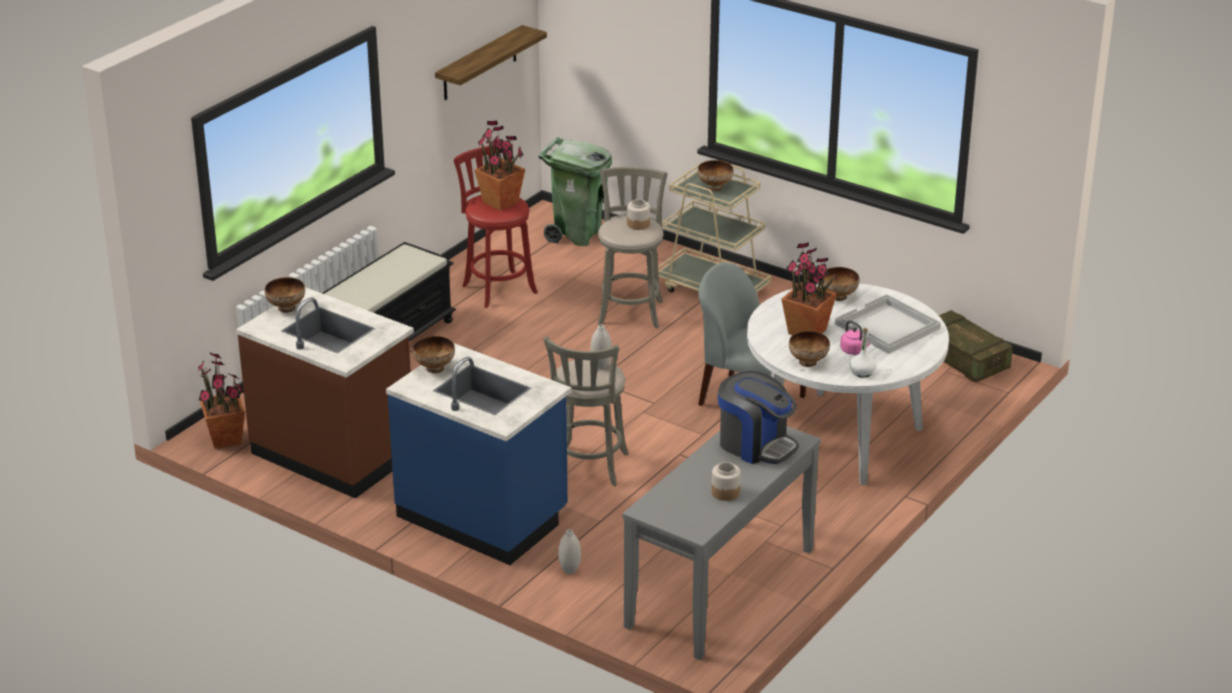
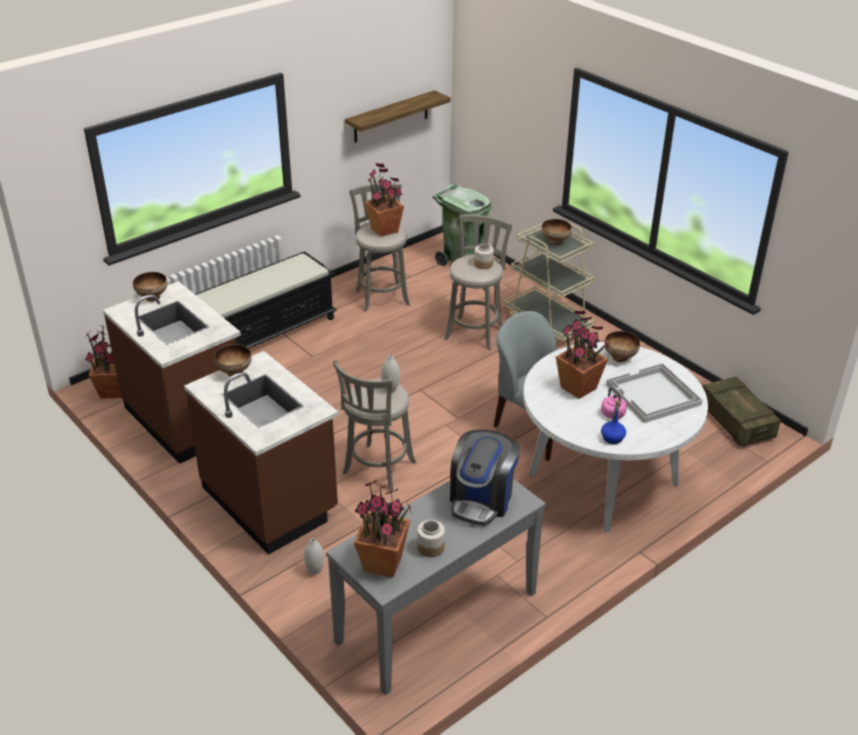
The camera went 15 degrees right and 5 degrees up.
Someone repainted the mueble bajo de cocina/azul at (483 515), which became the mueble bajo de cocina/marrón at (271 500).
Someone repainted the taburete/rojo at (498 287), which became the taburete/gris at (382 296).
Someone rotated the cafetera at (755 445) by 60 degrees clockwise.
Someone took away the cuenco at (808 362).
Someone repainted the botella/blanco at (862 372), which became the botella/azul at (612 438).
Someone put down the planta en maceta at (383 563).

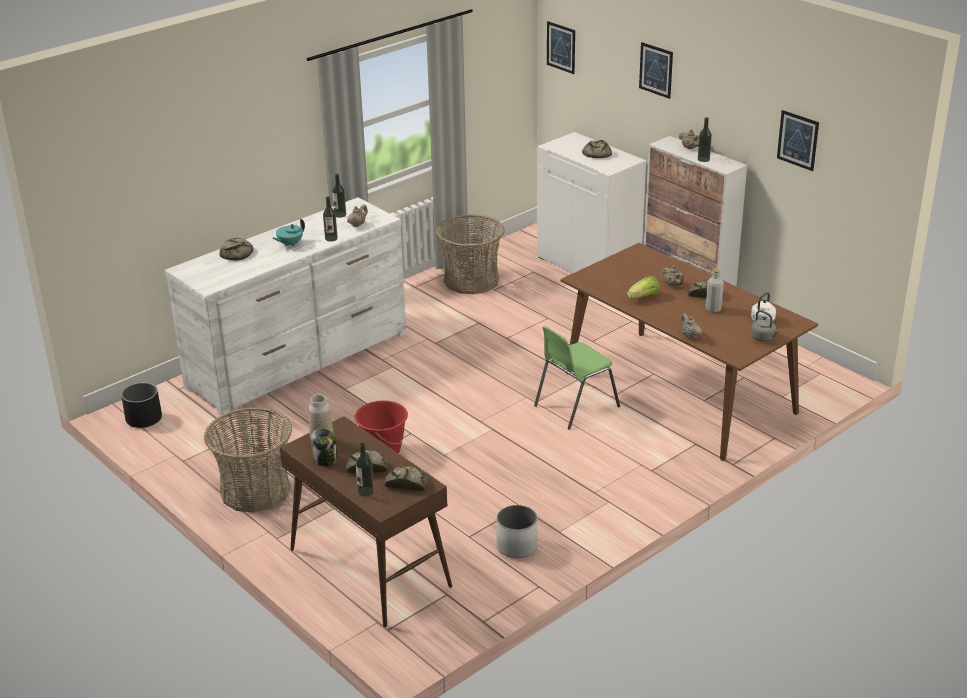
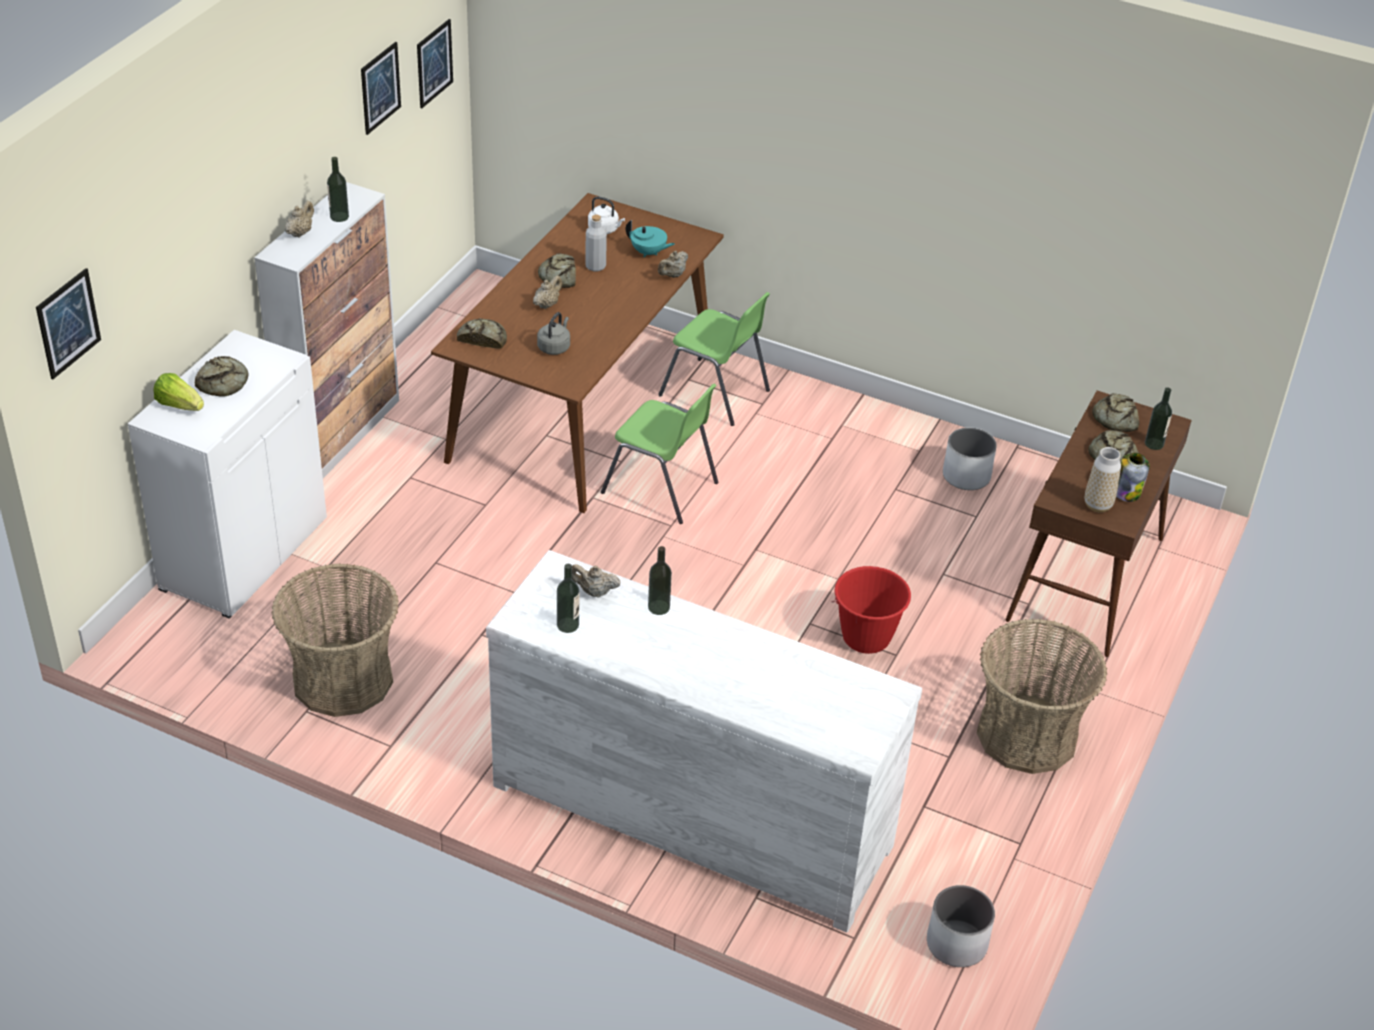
The camera went 115 degrees left and 10 degrees up.
Someone repainted the maceta/negro at (143 419), which became the maceta/blanco at (957 944).
Someone carried the pan from (238 253) to (482 338).
Someone carried the tetera/turquesa from (290 244) to (648 253).
Someone carried the lechuga from (644 297) to (179 405).
Someone carried the cuadro from (656 70) to (434 63).
Someone carried the hervidor/gris from (764 338) to (554 347).
Someone put down the silla/verde at (716 393).

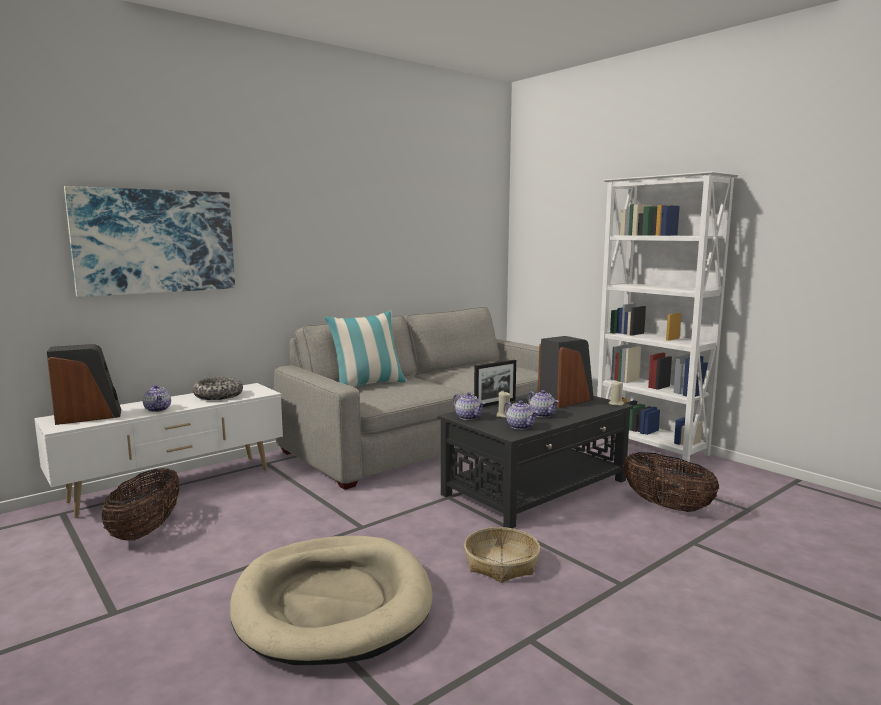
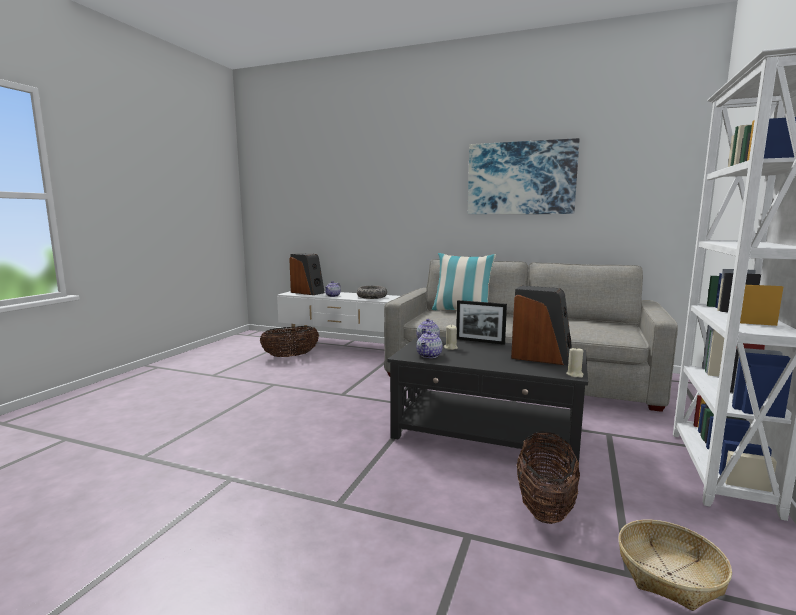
The camera went 60 degrees right and 0 degrees up.
Someone carried the cuadro from (155 241) to (521 178).
Someone took away the cama para perro/beis at (332 603).
Someone carried the cesta from (502 563) to (670 574).
Someone took away the tetera at (543 415).

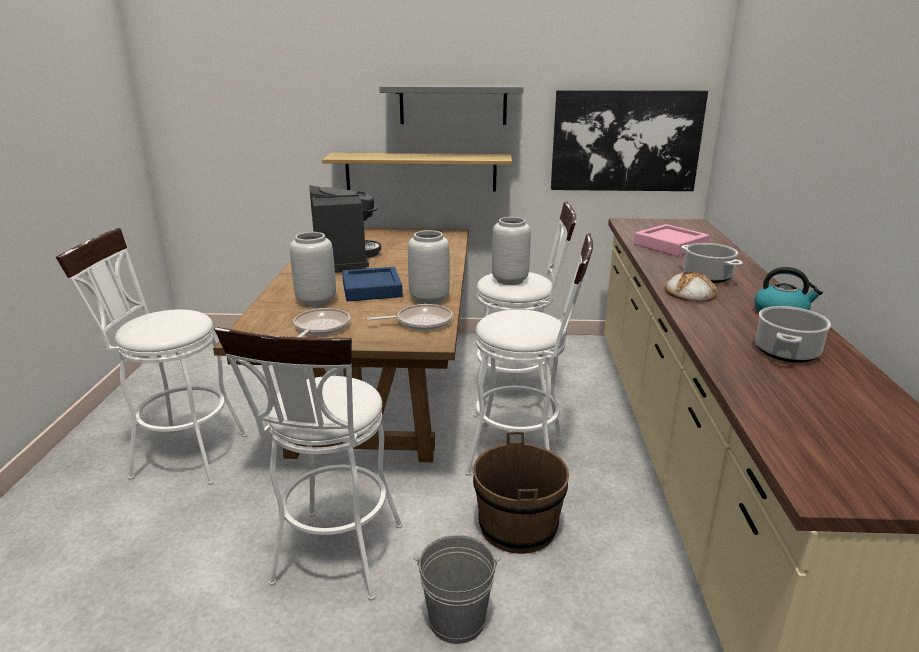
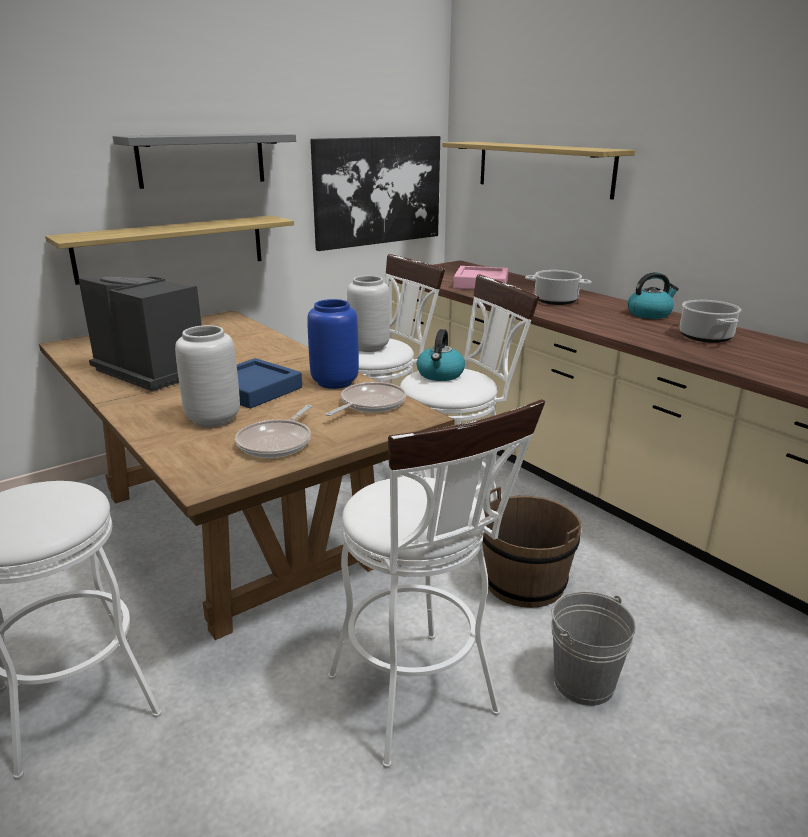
The camera went 40 degrees left and 0 degrees up.
Someone rotated the sartén at (320 328) by 135 degrees counterclockwise.
Someone repainted the florero/gris at (430 299), which became the florero/azul at (335 382).
Someone took away the pan at (689 293).
Someone put down the hervidor at (440 375).
Someone put up the estante at (543 168).

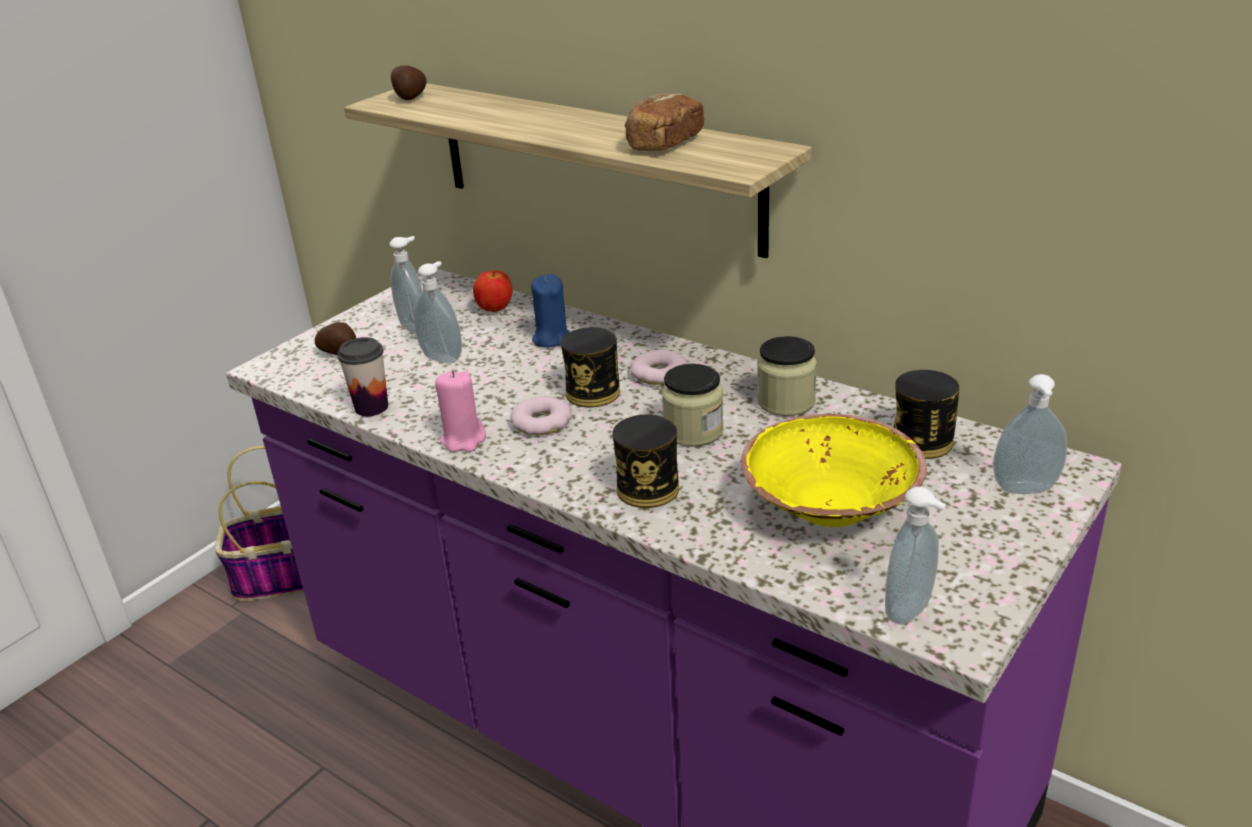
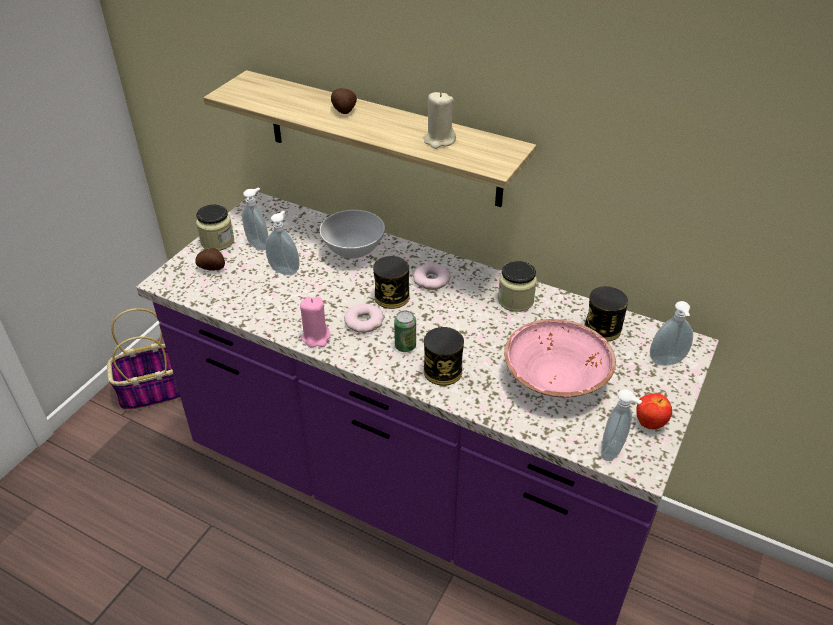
The camera went 10 degrees left and 10 degrees up.
Someone took away the taza at (371 407).
Someone carried the patata from (410 98) to (344 110).
Someone carried the manzana from (495 310) to (650 423).
Someone swapped the vela/azul at (551 338) for the cuenco/blanco at (354 252).
Someone swapped the pan at (663 143) for the vela/beis at (439 140).
Someone carried the tarro from (693 431) to (217 241).
Someone repainted the cuenco/amarillo at (831 506), which became the cuenco/rosa at (556 379).
Someone put down the lata at (405 346).

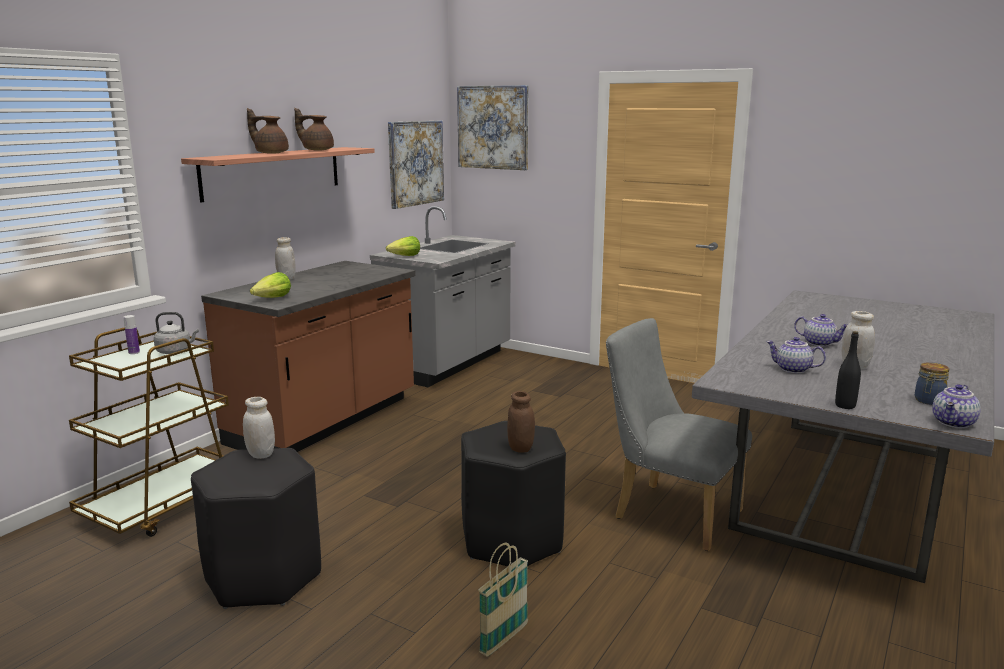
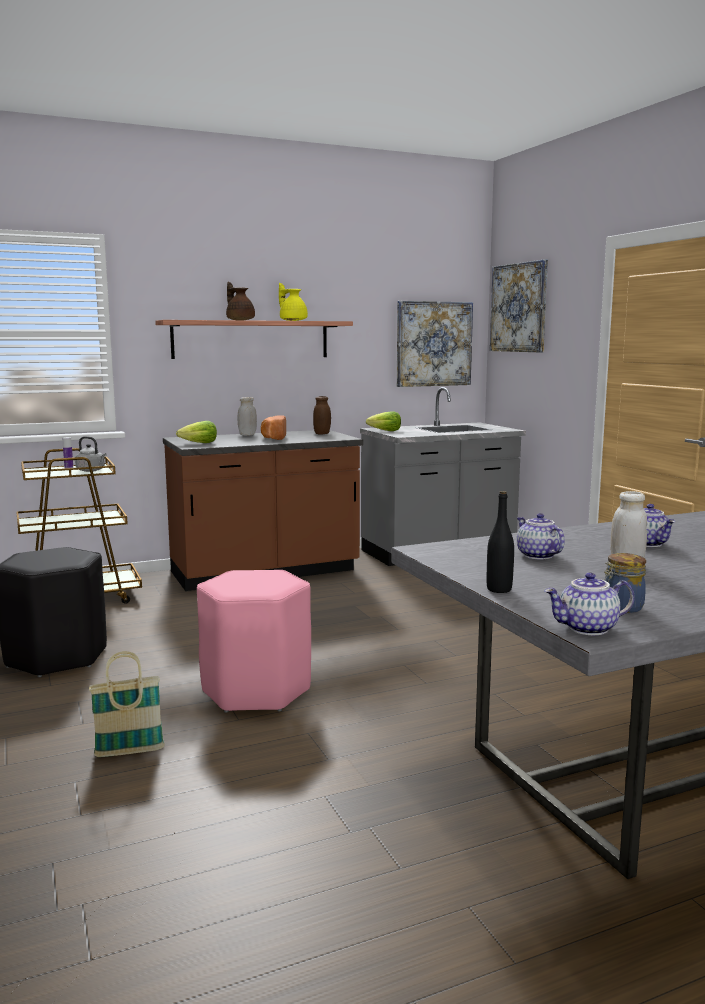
The camera went 35 degrees right and 5 degrees down.
Someone took away the tarro/blanco at (261 454).
Someone repainted the tetera/marrón at (317 150), which became the tetera/amarillo at (292 320).
Someone repainted the taburete/negro at (511 541), which became the taburete/rosa at (256 690).
Someone carried the tarro/marrón from (520 448) to (322 433).
Someone took away the silla/gris at (668 512).
Someone put down the pan at (273 438).

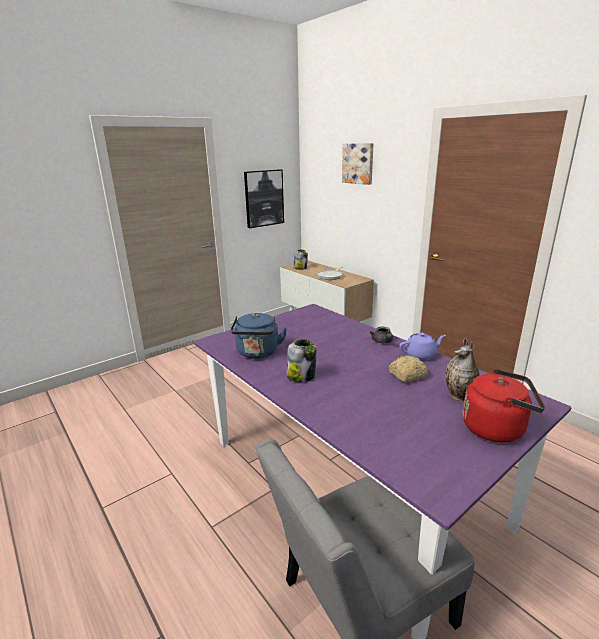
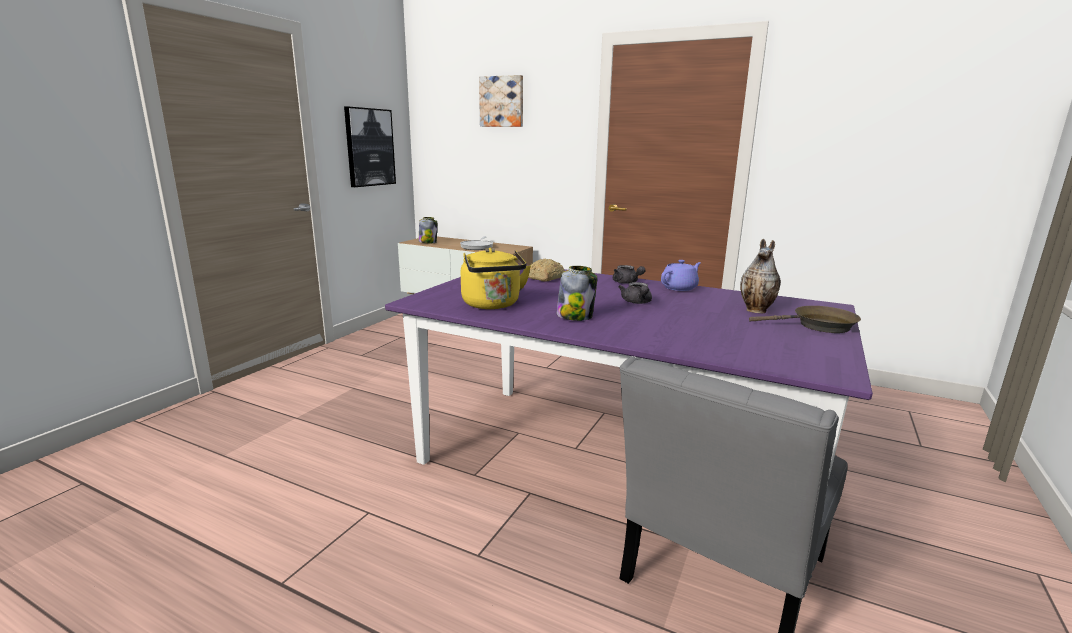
The camera went 25 degrees left and 5 degrees down.
Someone repainted the hervidor/azul at (257 353), which became the hervidor/amarillo at (492 305).
Someone carried the pan from (406 375) to (544 278).
Someone swapped the hervidor/rojo at (496 428) for the sartén/marrón at (818 326).
Someone put down the tetera/gris at (637 302).

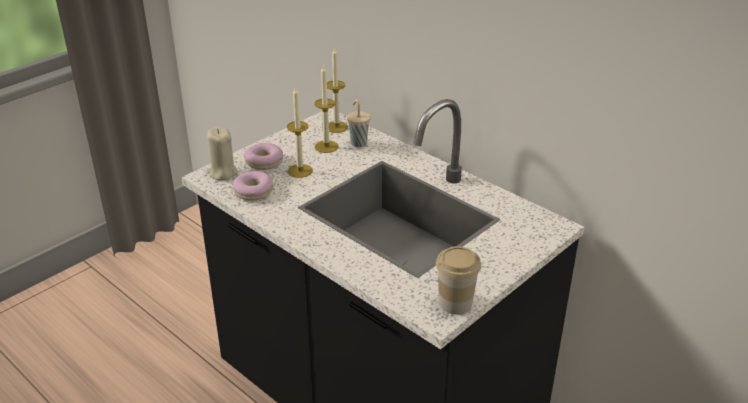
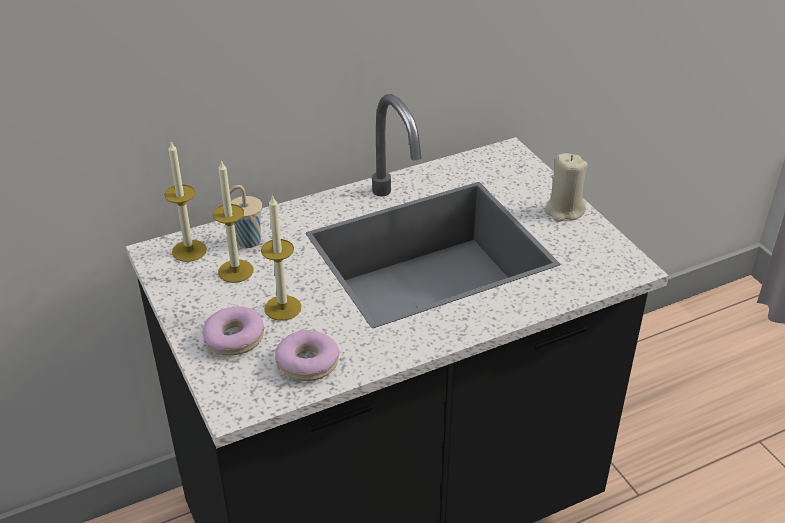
The camera went 70 degrees left and 5 degrees up.
Someone carried the vela/beis from (222 173) to (564 210).
Someone took away the taza at (455 303).

